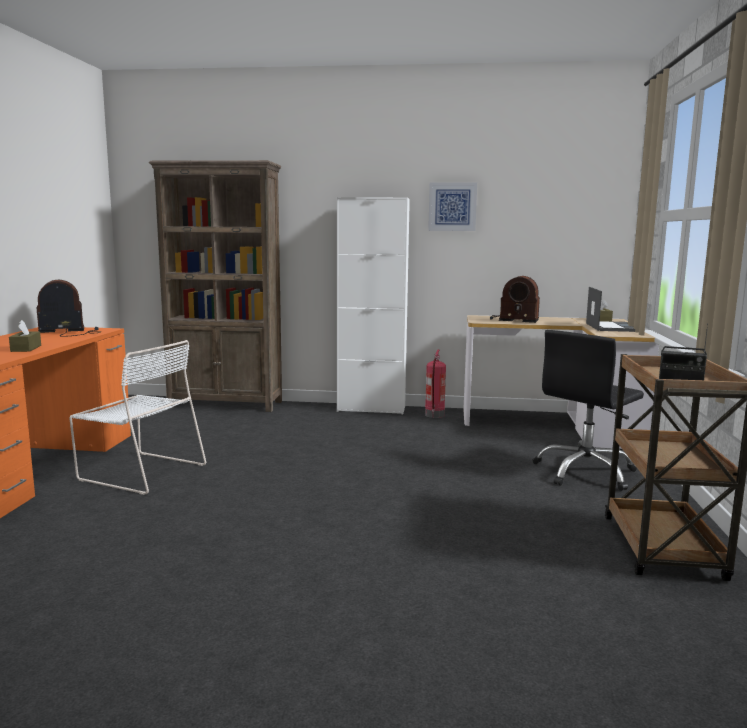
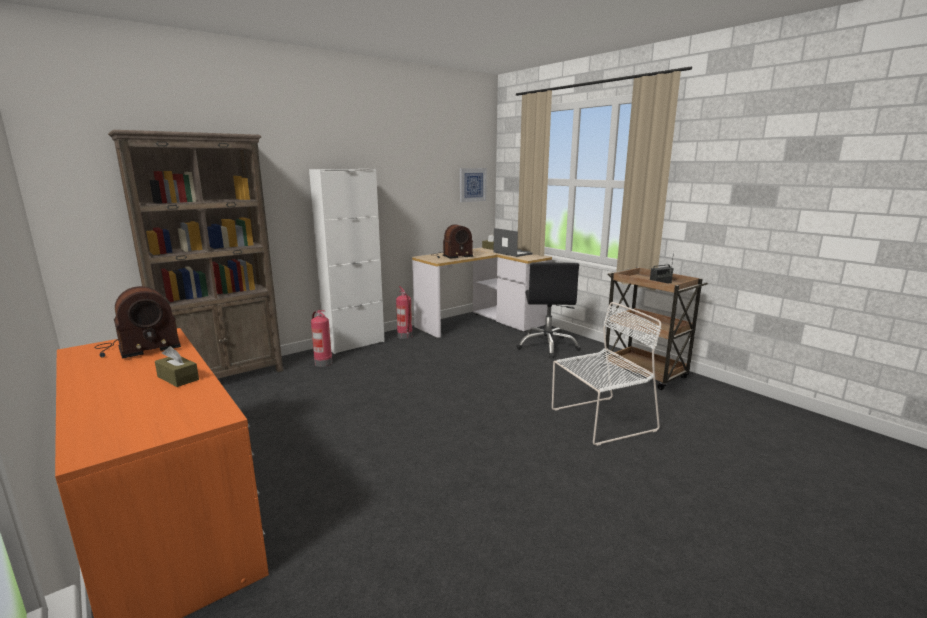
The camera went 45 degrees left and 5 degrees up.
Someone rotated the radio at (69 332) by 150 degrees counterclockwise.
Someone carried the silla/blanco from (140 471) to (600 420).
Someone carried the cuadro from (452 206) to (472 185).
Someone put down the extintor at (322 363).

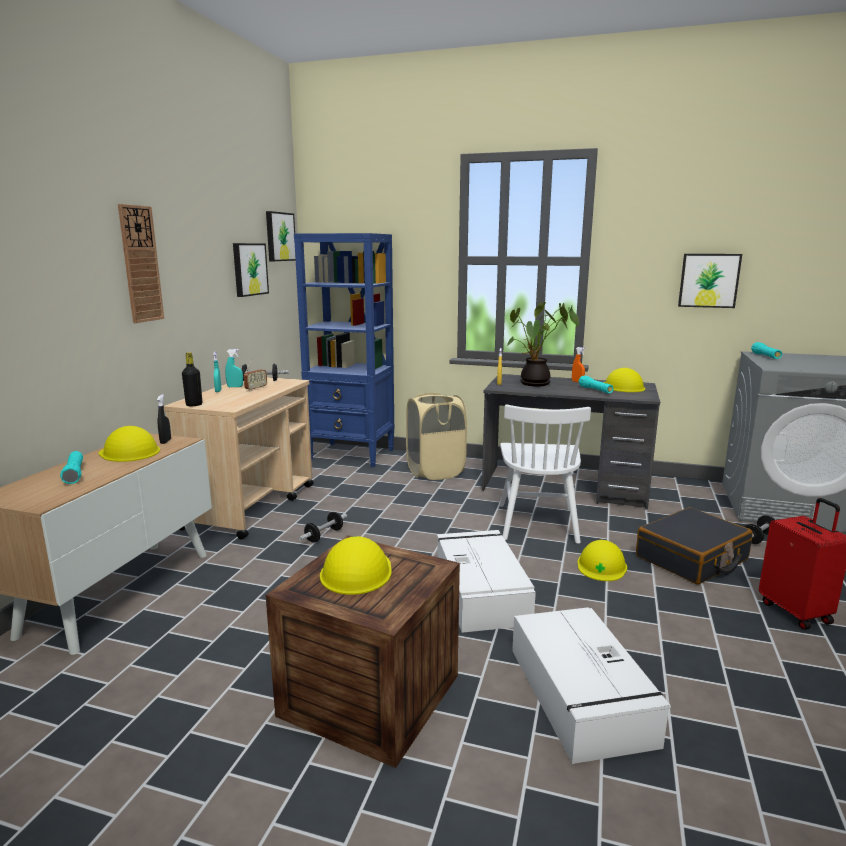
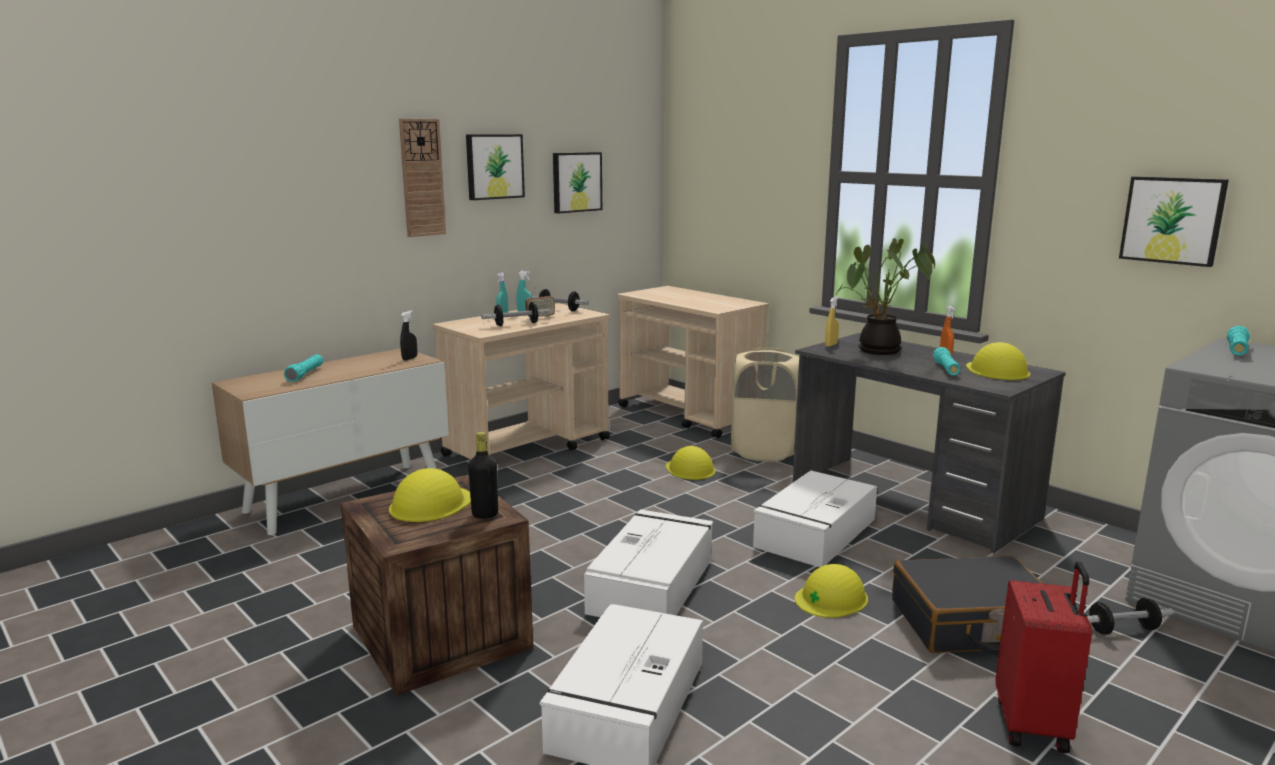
The camera went 30 degrees right and 0 degrees up.
Someone carried the casco/amarillo from (129 452) to (690 469).
Someone carried the botella/negro from (194 405) to (485 514).
Someone carried the cuadro from (279 236) to (494 166).
Someone swapped the estantería/azul at (352 455) for the carrito/beis at (690 415).
Someone carried the mancuerna from (324 535) to (516 324).
Someone swapped the silla/blanco at (537 523) for the caja de almacenaje/blanco at (814 533).

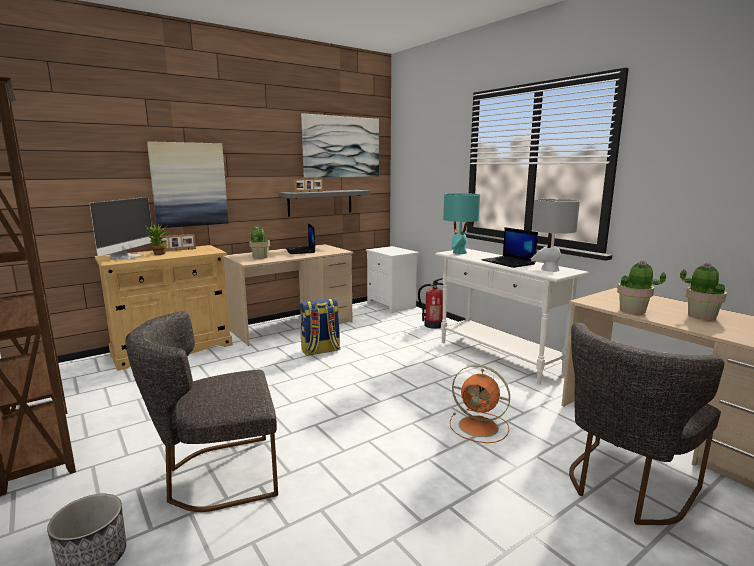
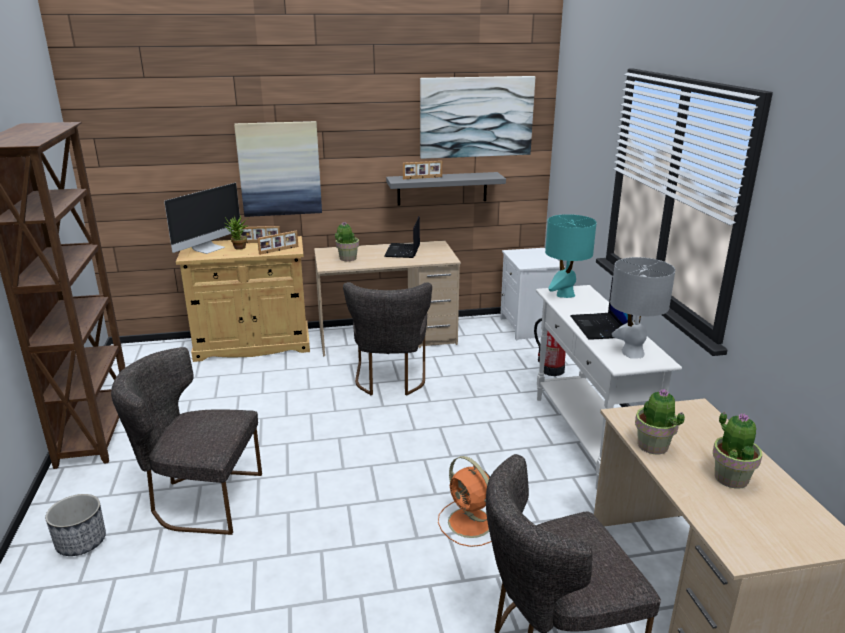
The camera went 25 degrees right and 10 degrees up.
Someone swapped the mochila at (320 351) for the silla/gris at (390 380).
Someone put down the portarretratos at (279 250).

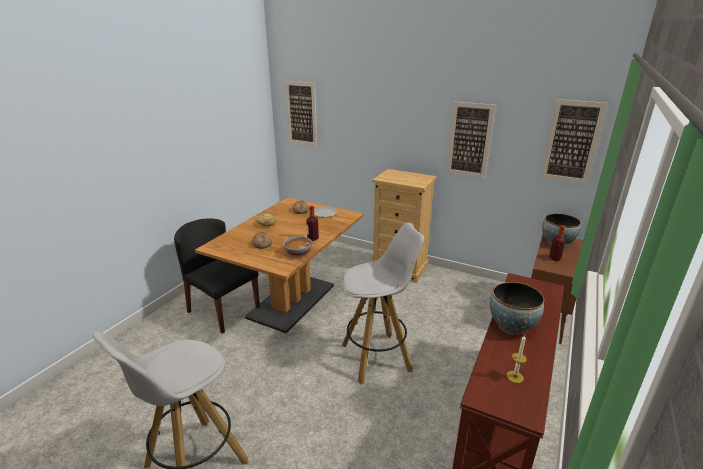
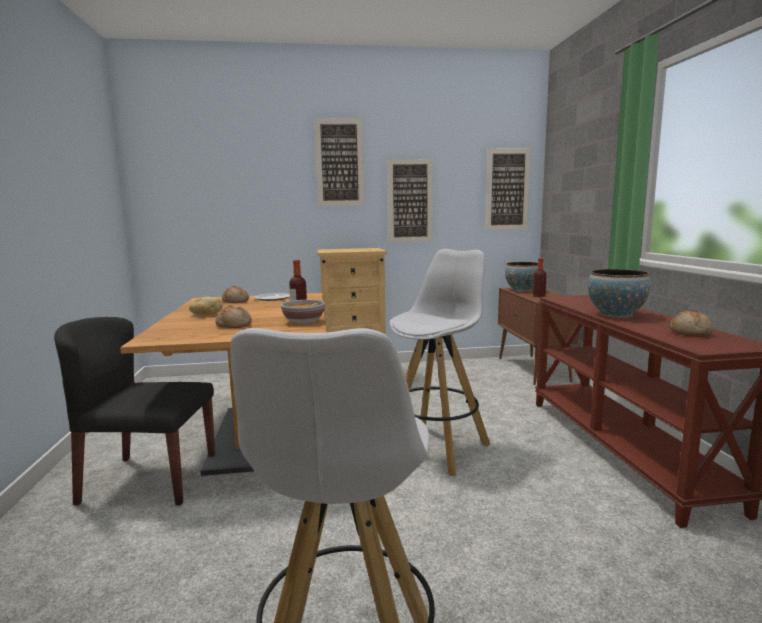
The camera went 35 degrees left and 15 degrees down.
Someone carried the cuadro from (301 113) to (339 162).
Someone swapped the vela at (515 377) for the pan at (690 332).

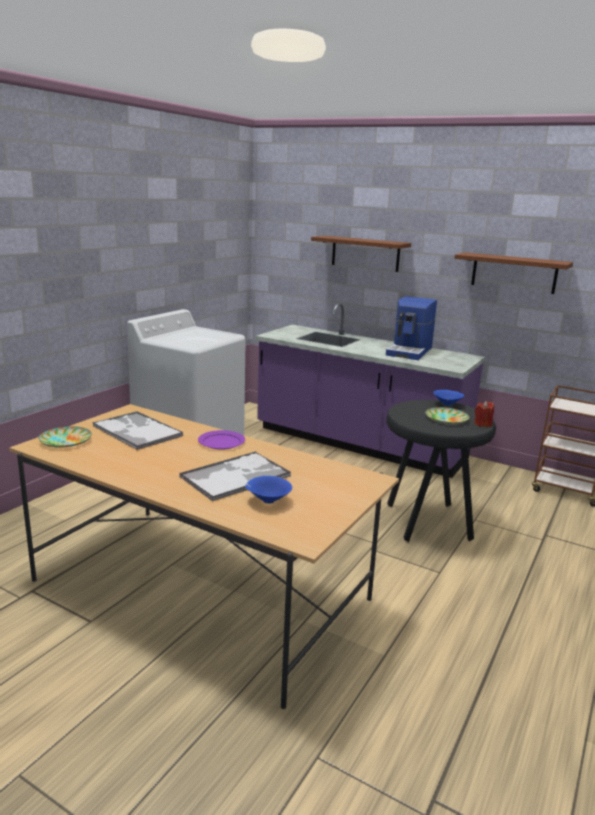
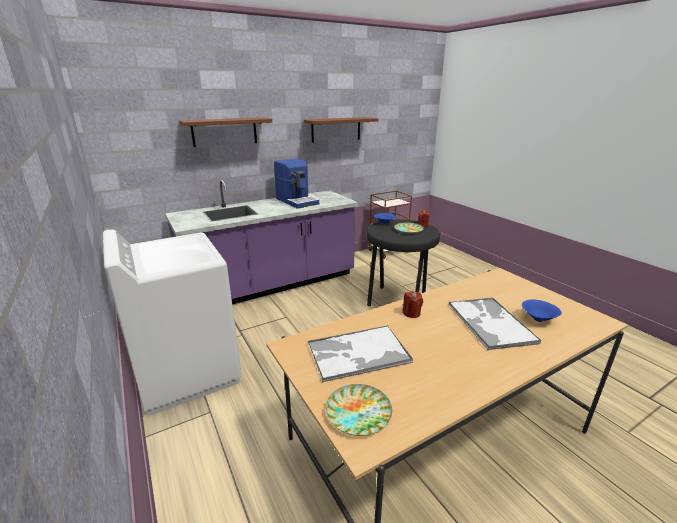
The camera went 60 degrees left and 5 degrees up.
Someone swapped the plato/morado at (221 442) for the vela/rojo at (411 313).

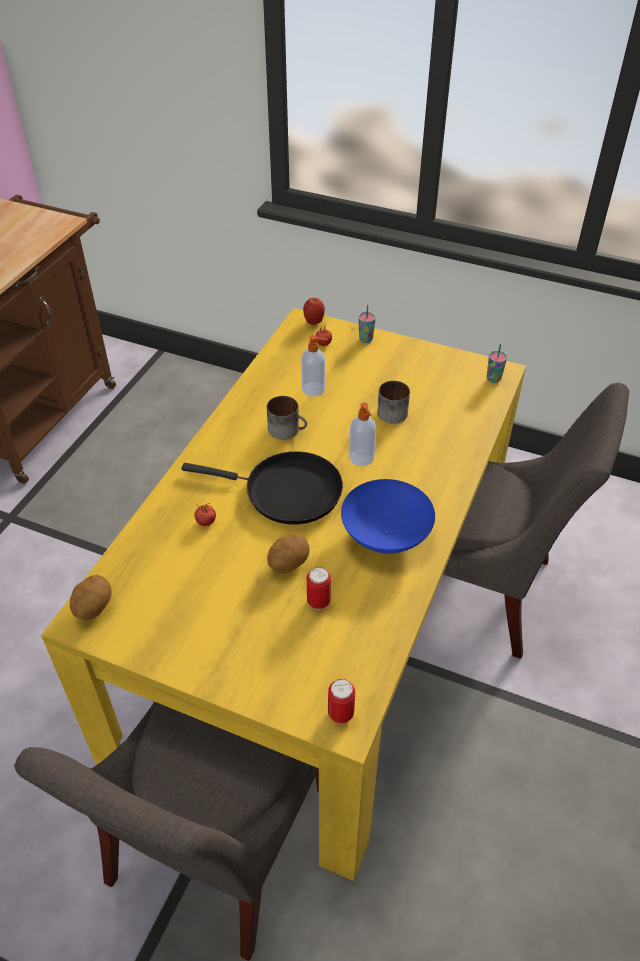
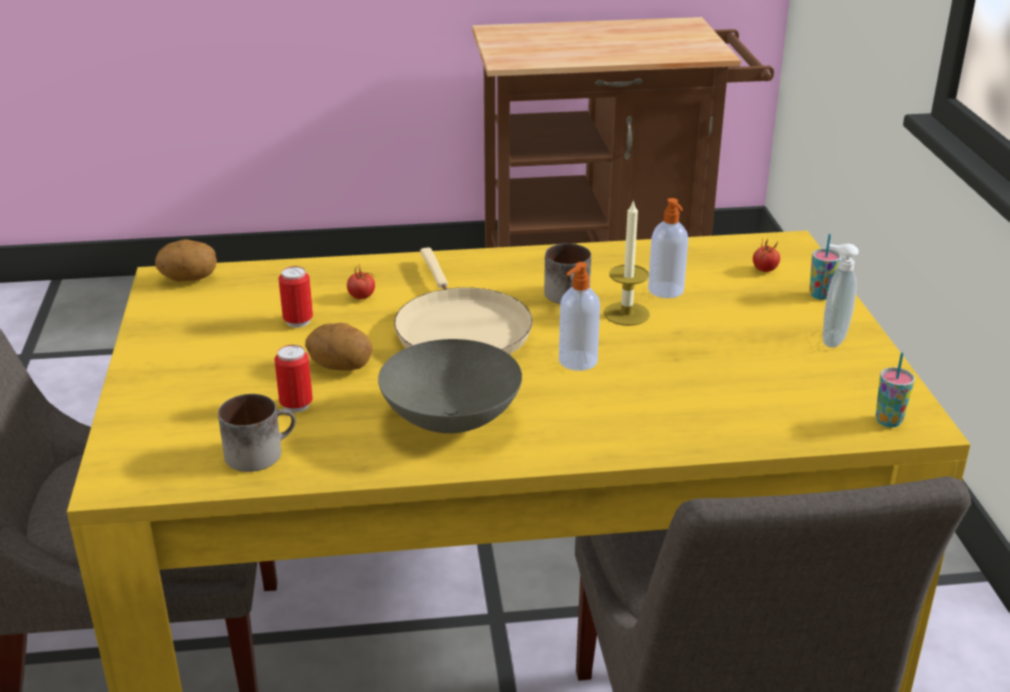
The camera went 60 degrees right and 15 degrees down.
Someone repainted the sartén/negro at (286 492), which became the sartén/beis at (459 329).
Someone took away the manzana at (314 322).
Someone carried the lata from (340 713) to (298 321).
Someone repainted the cuenco/azul at (385 536), which became the cuenco/gris at (449 420).
Someone carried the taza grande from (391 410) to (260 451).
Someone put down the vela at (626 314).
Someone put down the dispensador de jabón at (831 339).

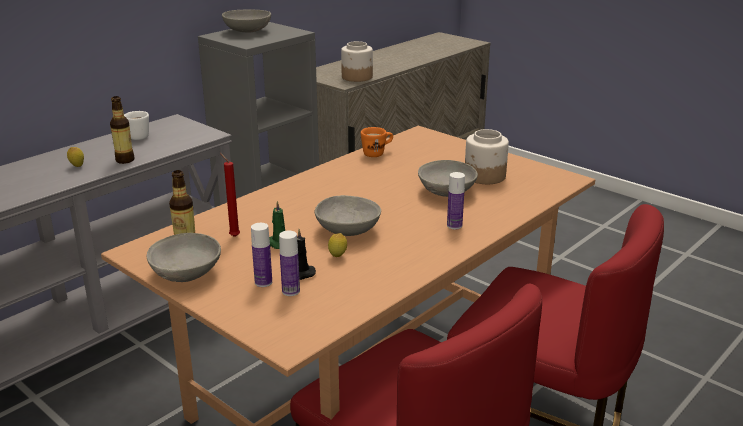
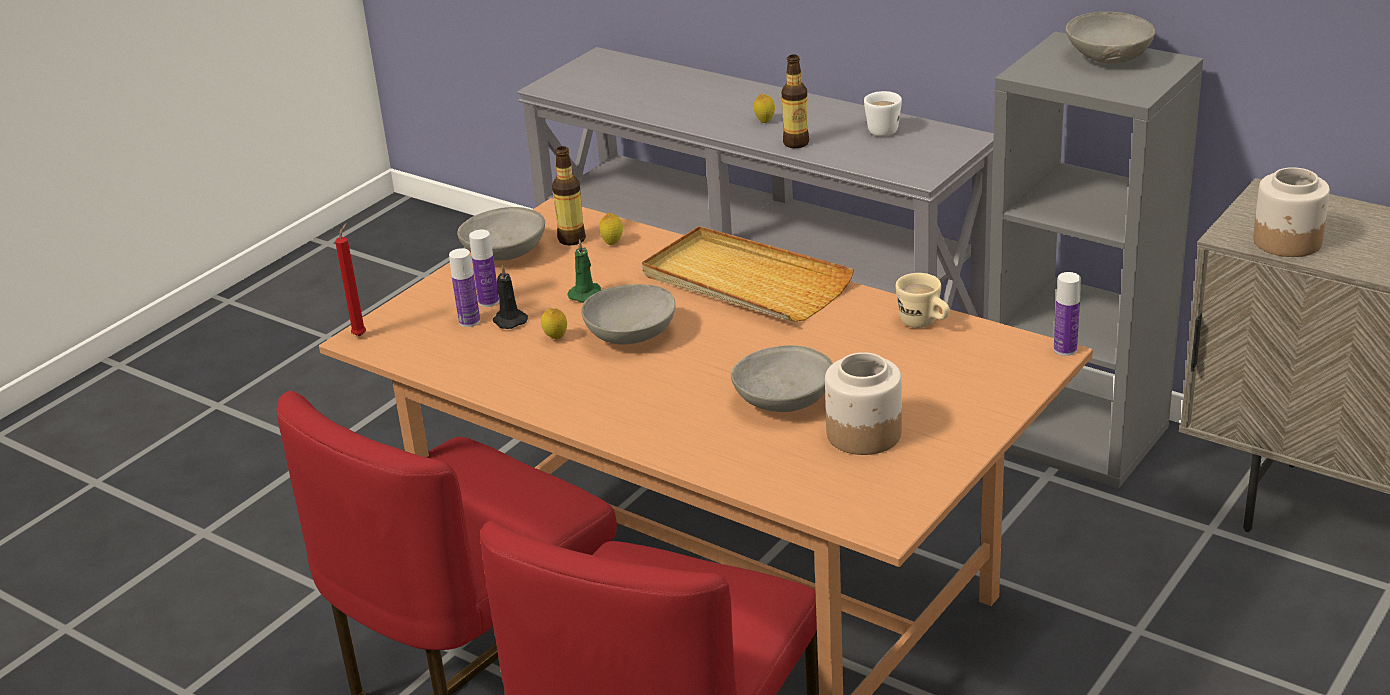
The camera went 85 degrees right and 5 degrees up.
Someone carried the vela/rojo from (233 236) to (361 335).
Someone repainted the taza grande/naranja at (377 153), which became the taza grande/beis at (924 324).
Someone carried the botella from (454 225) to (1065 349).
Someone put down the limón at (612 243).
Someone put down the bandeja/beis at (744 282).

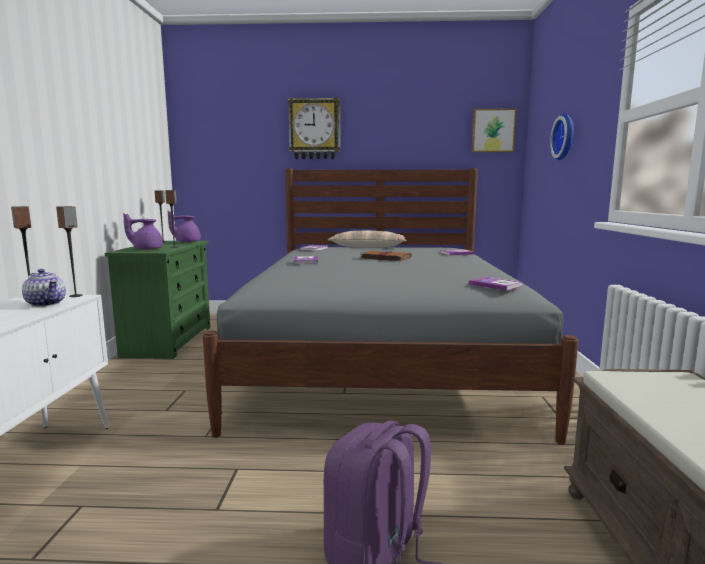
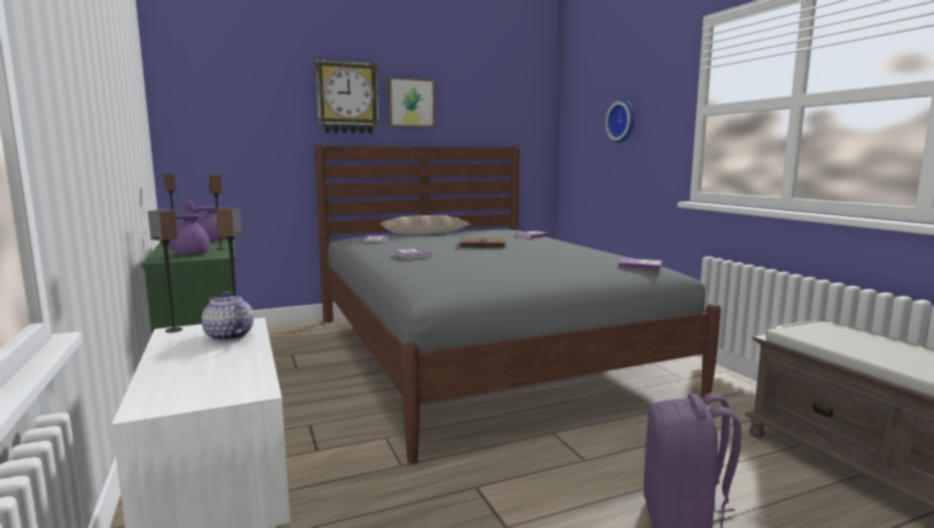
The camera went 25 degrees left and 0 degrees up.
Someone rotated the tetera at (46 303) by 150 degrees counterclockwise.
Someone carried the cuadro from (493 131) to (410 103).

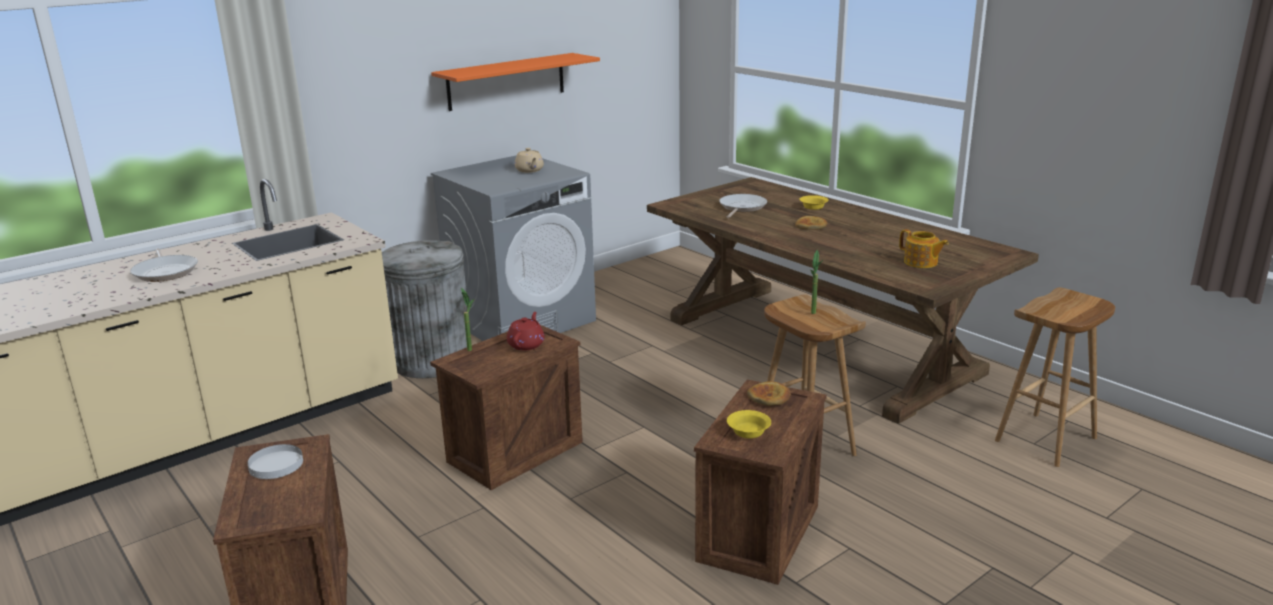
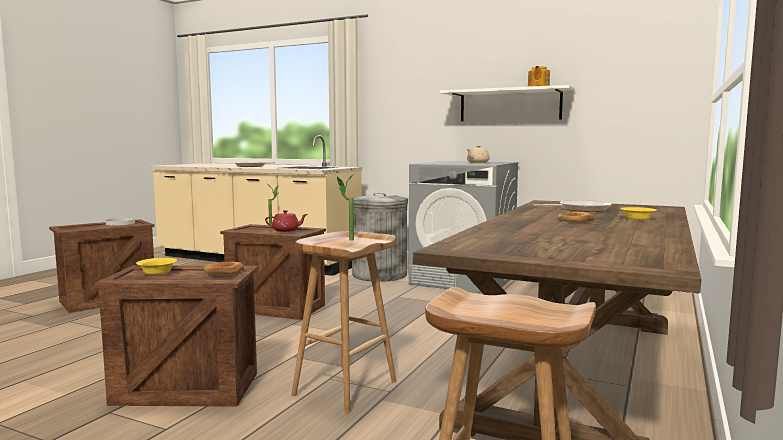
The camera went 65 degrees right and 15 degrees down.
Someone repainted the estante/naranja at (506 81), which became the estante/blanco at (510 105).
Someone carried the tetera from (921 263) to (538 87).

